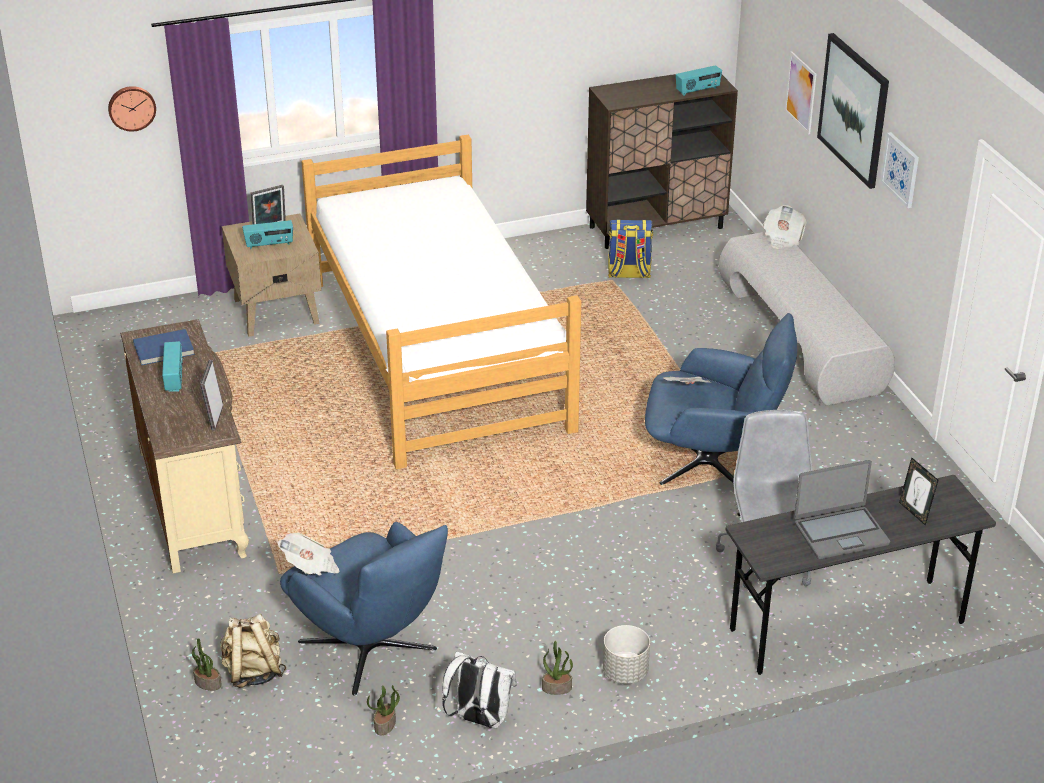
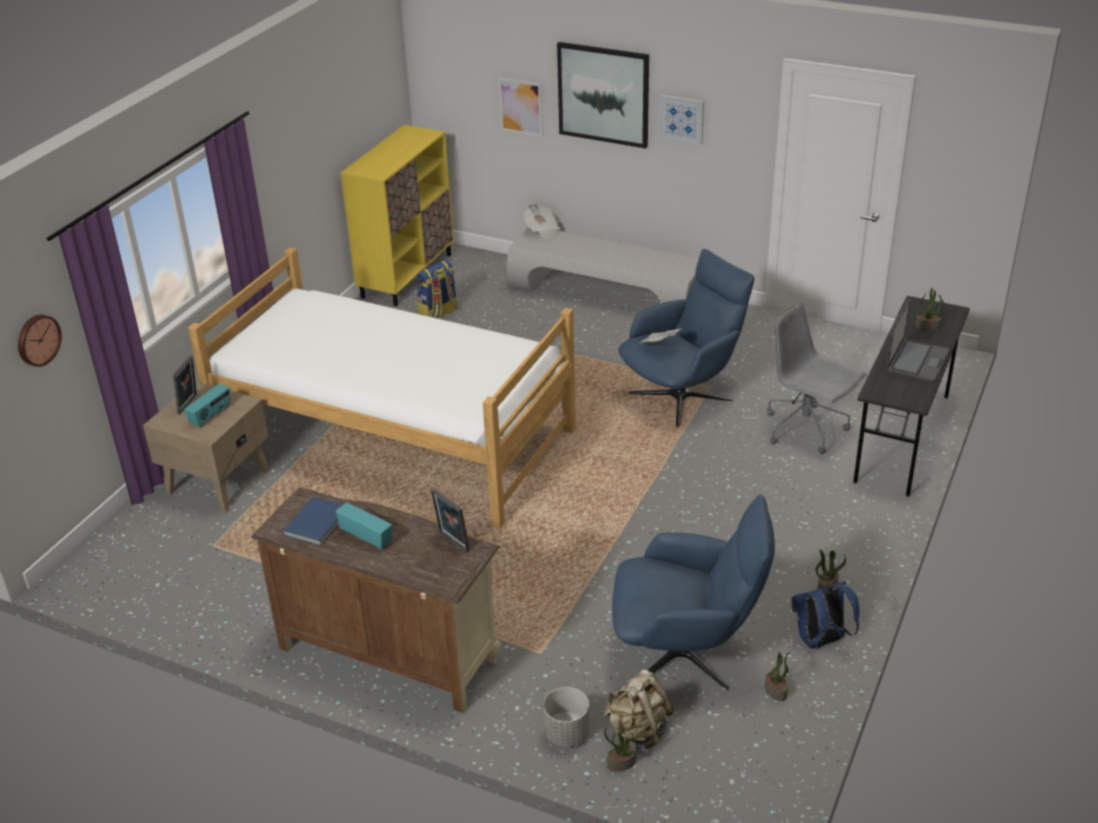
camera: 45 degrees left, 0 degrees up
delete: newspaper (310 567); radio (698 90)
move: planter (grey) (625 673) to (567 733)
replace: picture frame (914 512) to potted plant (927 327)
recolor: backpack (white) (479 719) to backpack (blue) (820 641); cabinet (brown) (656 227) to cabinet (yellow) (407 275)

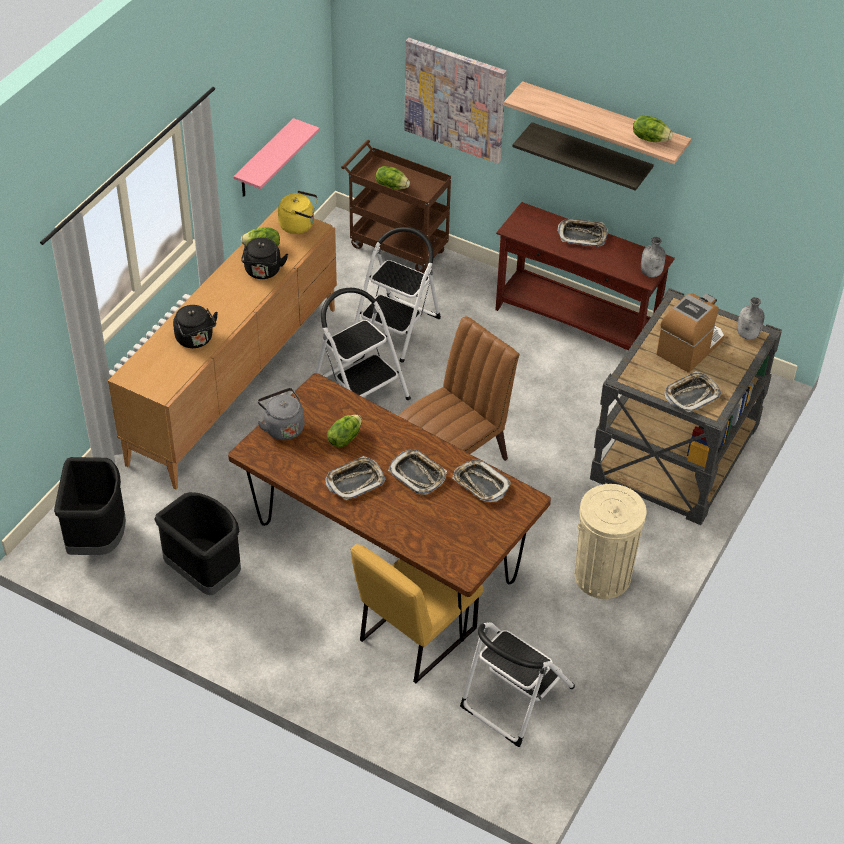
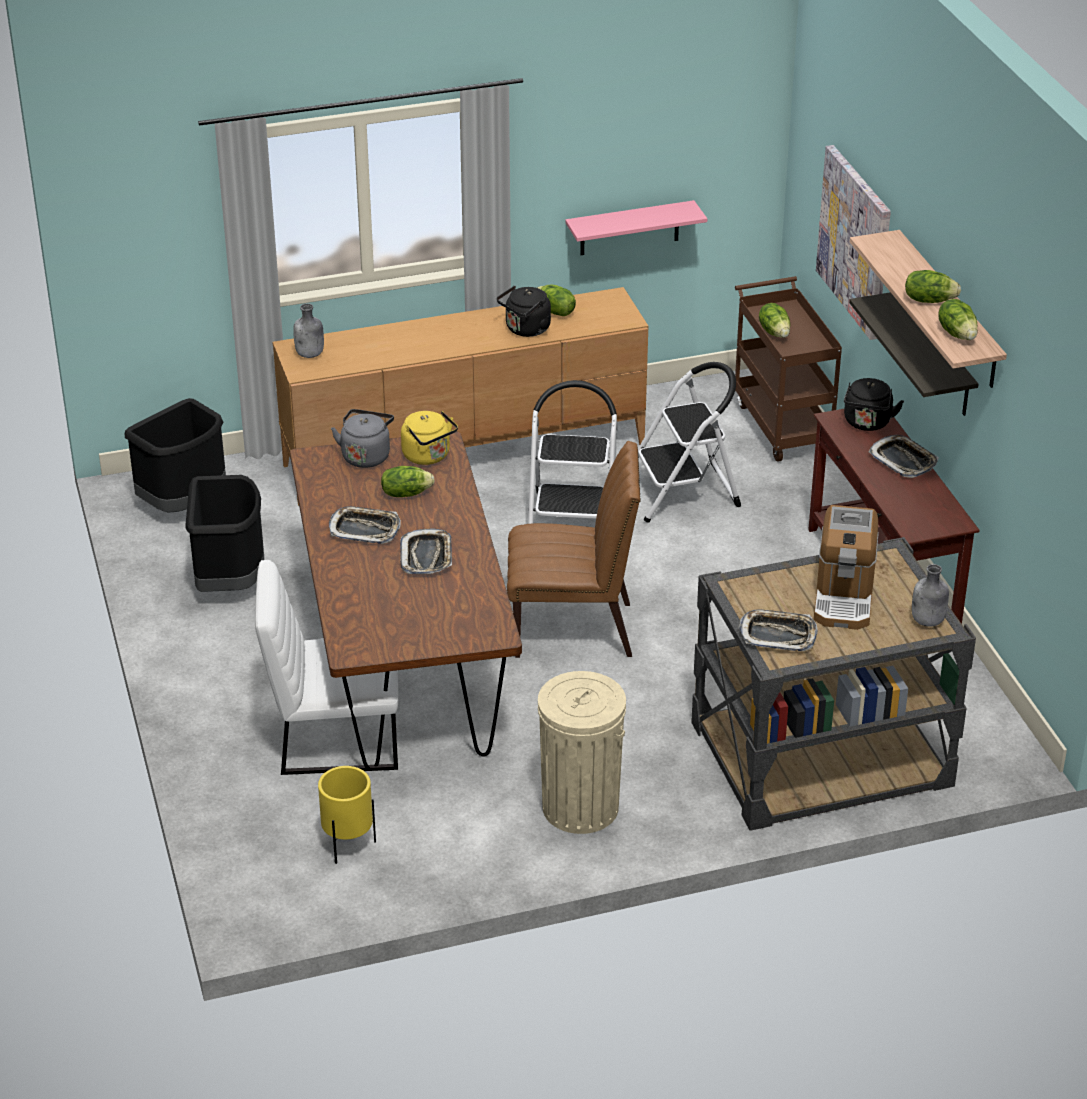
camera: 45 degrees right, 10 degrees down
delete: tray (480 484)
insert: lettuce (929 300)
move: kettle (black) (196 340) to (867 423); kettle (yellow) (299 225) to (428 456); bottle (grey) (651 273) to (310 354)
replace: step ladder (514 699) to planter (yellow) (348 845)
recolor: chair (yellow) (415 636) to chair (white) (335 739)
rotate: coffee machine (690 347) = (844 597) 105 degrees clockwise

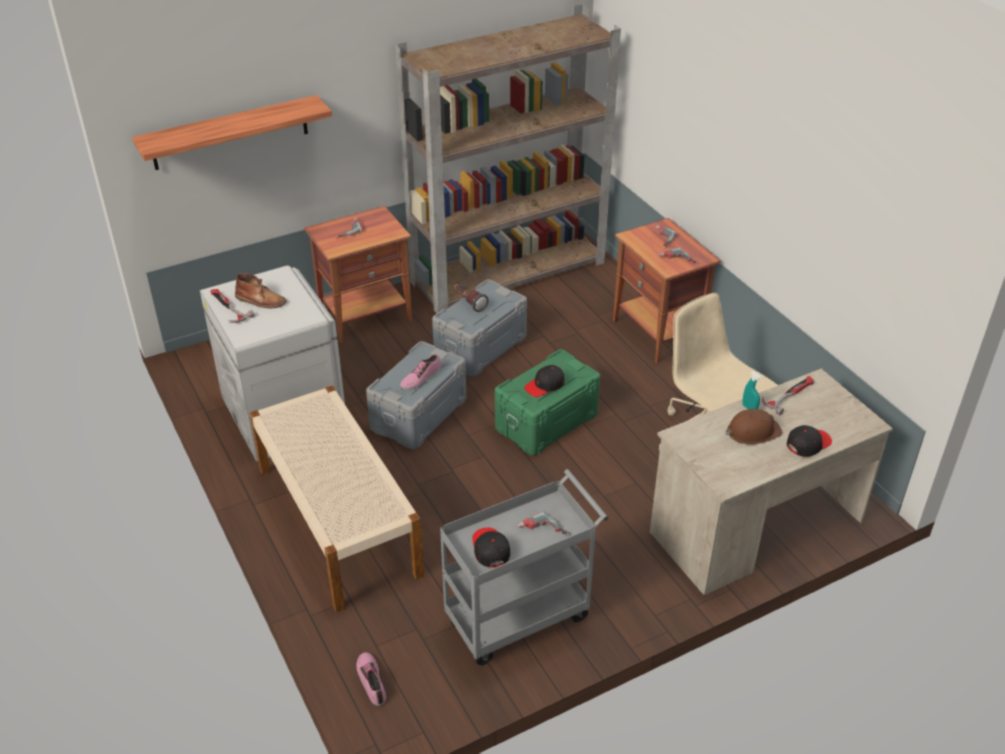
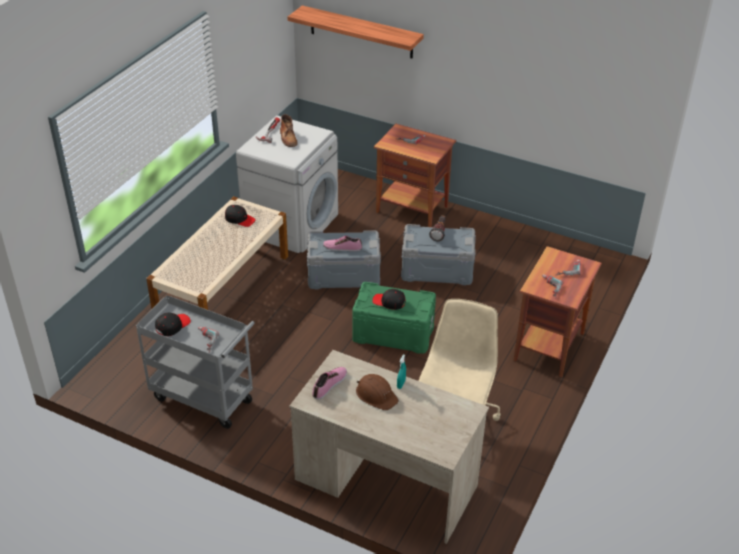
camera: 55 degrees right, 0 degrees up
delete: bookcase (brown) (508 272); hammer (788 395)
move: shoe (372 680) to (330 385); cap (black) (808 444) to (240 219)

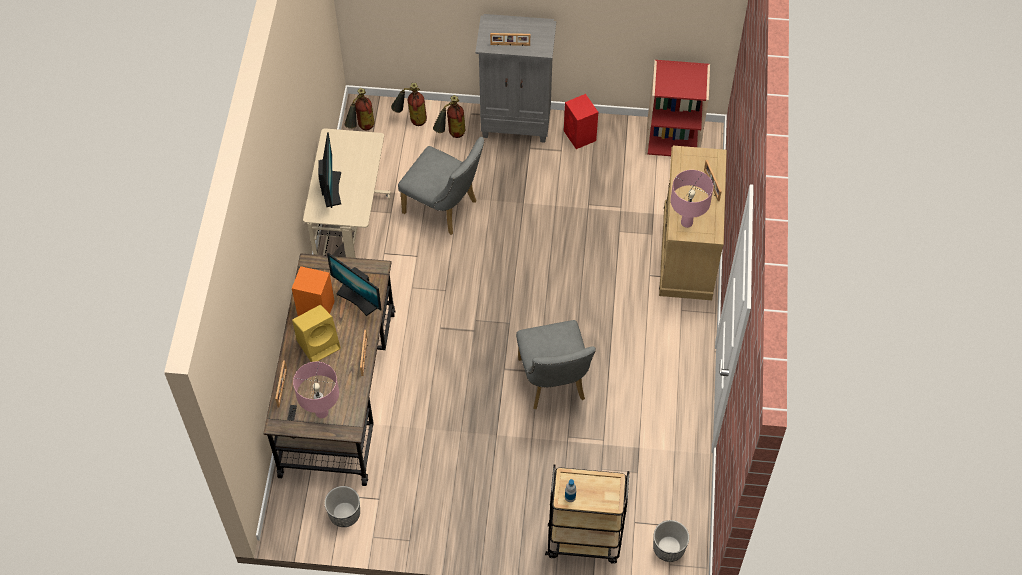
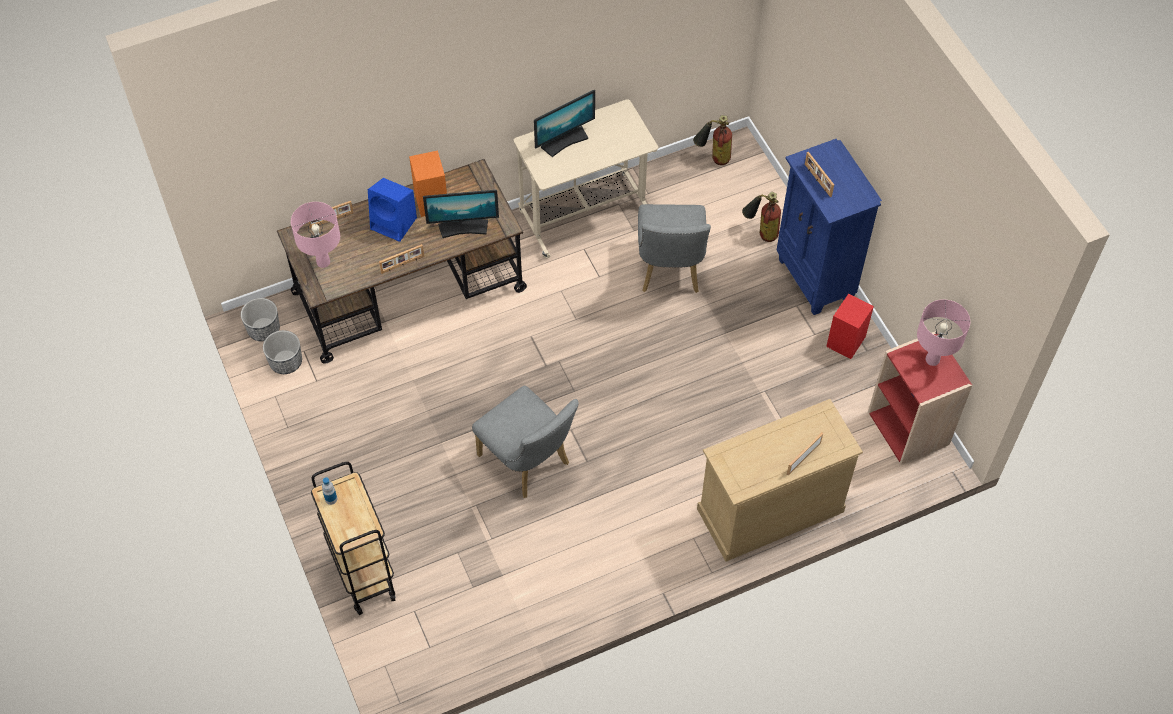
camera: 60 degrees right, 0 degrees up
delete: fire extinguisher (411 120)
move: planter (669 548) to (263 330); table lamp (pink) (686 223) to (932 360)
recolor: speaker (yellow) (319 344) to speaker (blue) (395 223); cabinet (grey) (515 127) to cabinet (blue) (813 281)
rotate: monitor (358 298) = (463 227) 105 degrees counterclockwise; chair (grey) (553 384) = (528 463) 90 degrees counterclockwise

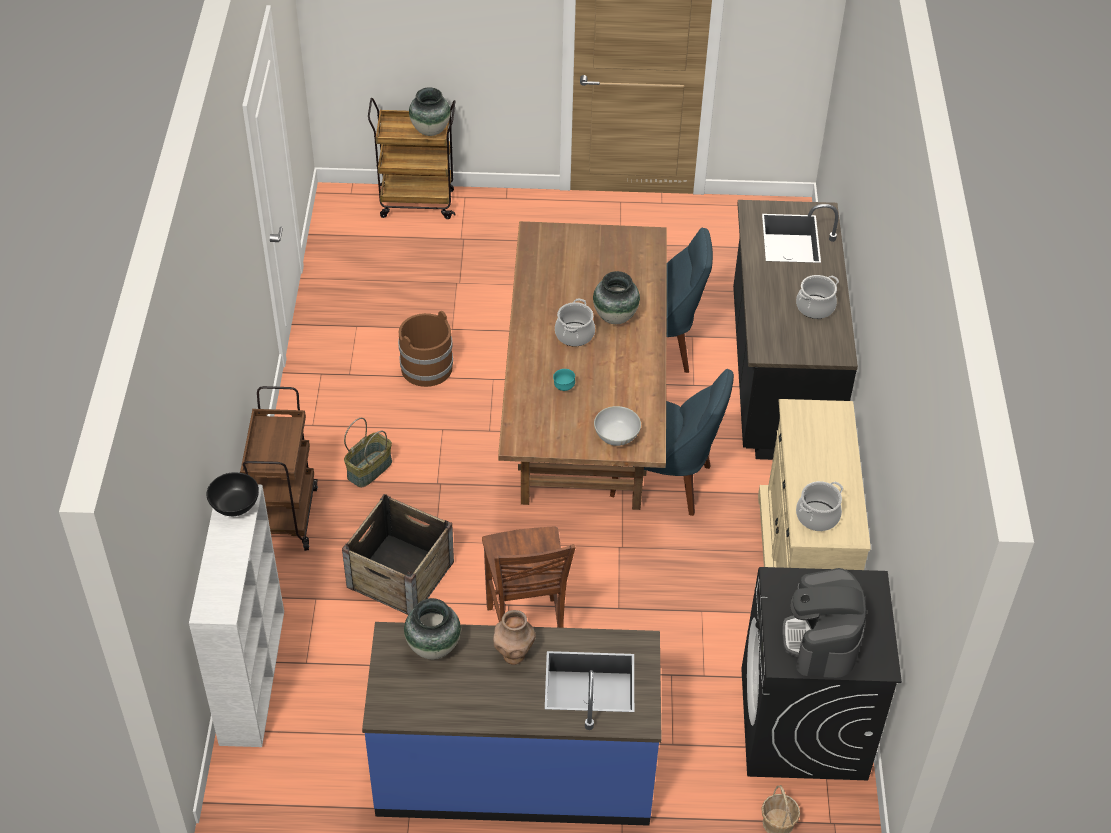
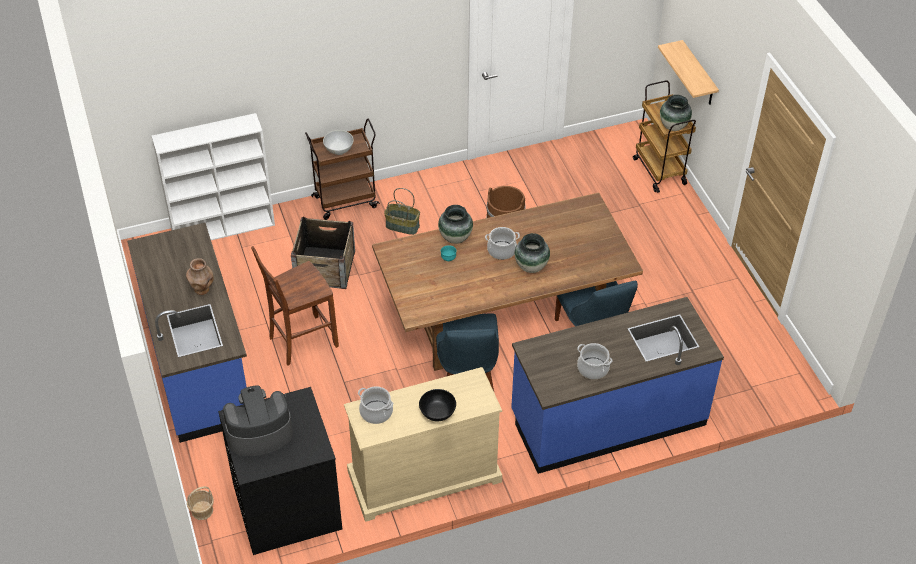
camera: 70 degrees right, 0 degrees up
insert: shelf (698 75)
move: bowl (black) (235 506) to (437 413); vase (433 646) to (455 237); bowl (white) (616 437) to (339 150)
recolor: counter (black) (779 376) to counter (blue) (607 419)

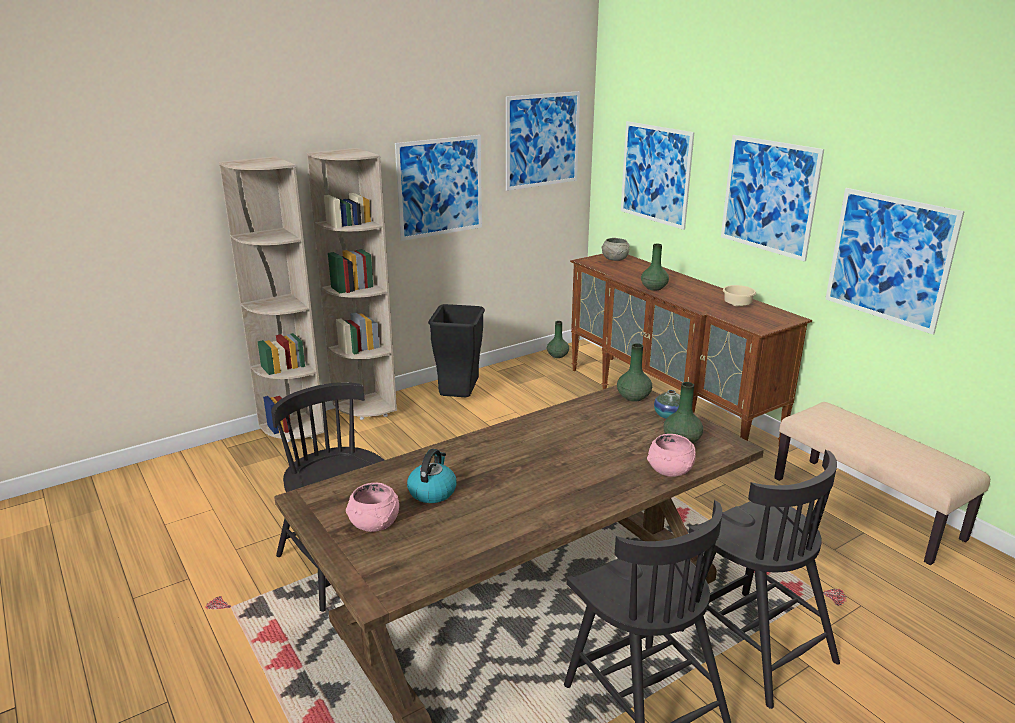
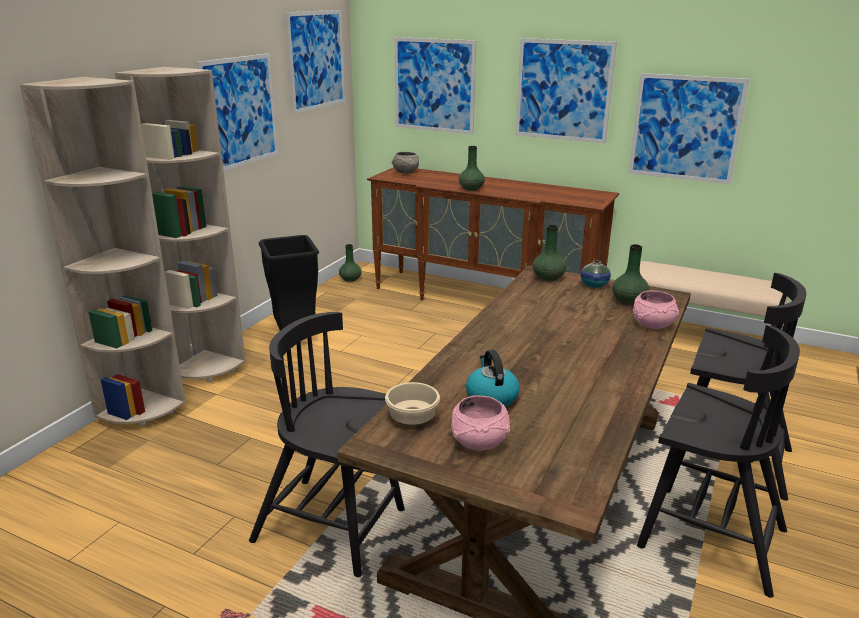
camera: 30 degrees left, 0 degrees up
move: bowl (beige) (736 305) to (410 418)

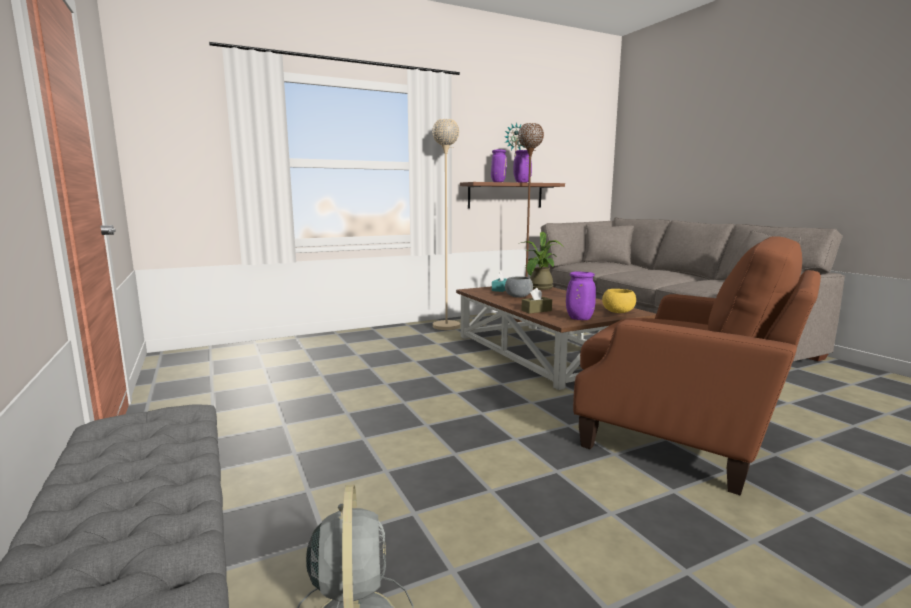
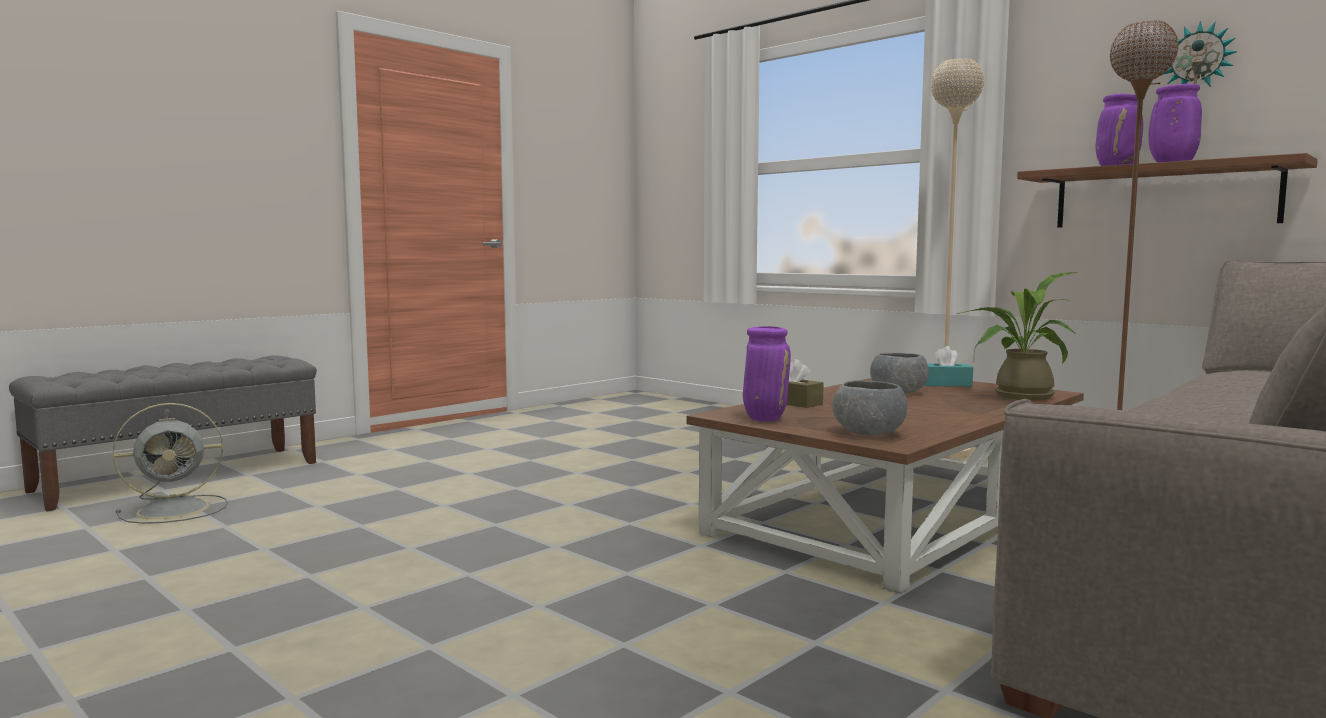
camera: 70 degrees right, 5 degrees down
delete: armchair (brown) (683 437)
recolor: bowl (yellow) (618 312) to bowl (grey) (869 433)

